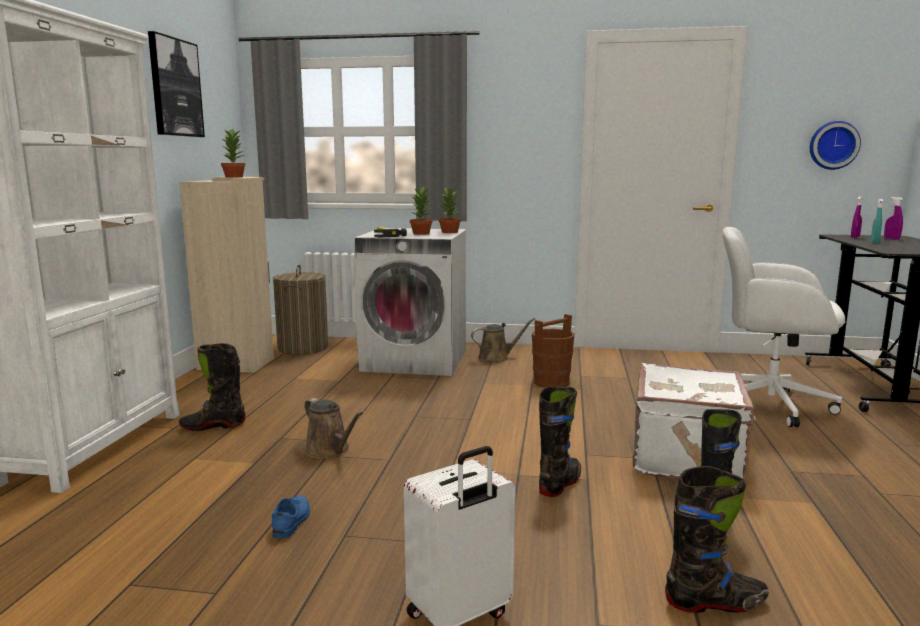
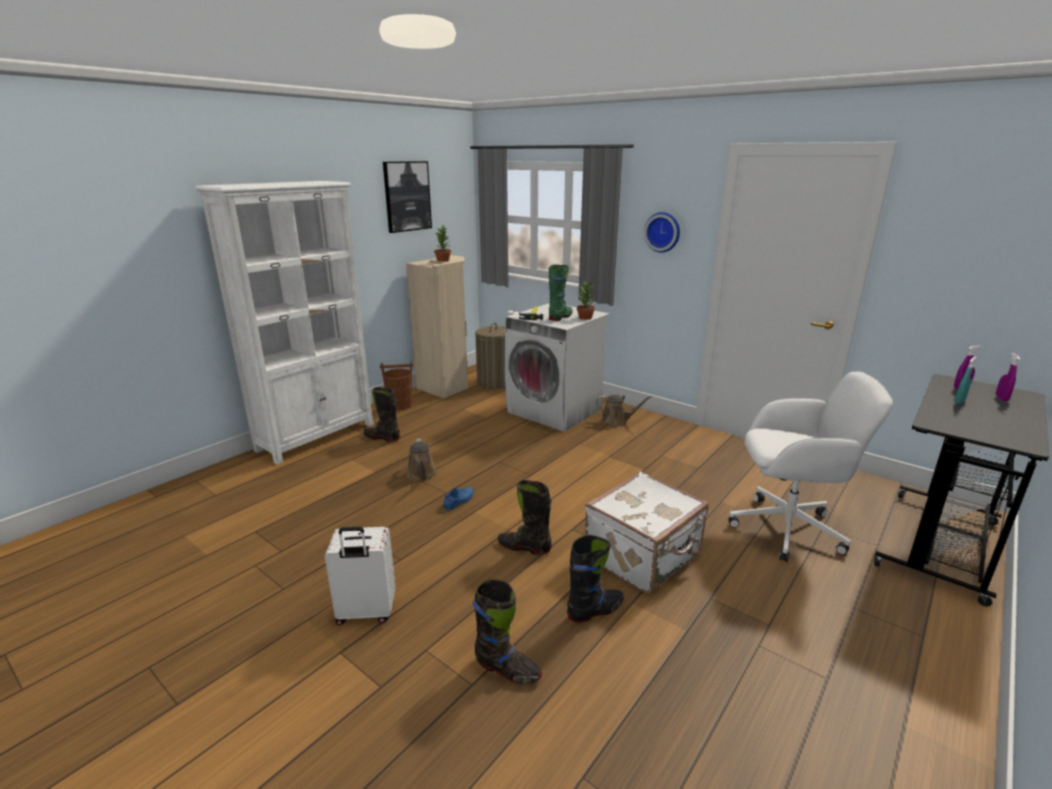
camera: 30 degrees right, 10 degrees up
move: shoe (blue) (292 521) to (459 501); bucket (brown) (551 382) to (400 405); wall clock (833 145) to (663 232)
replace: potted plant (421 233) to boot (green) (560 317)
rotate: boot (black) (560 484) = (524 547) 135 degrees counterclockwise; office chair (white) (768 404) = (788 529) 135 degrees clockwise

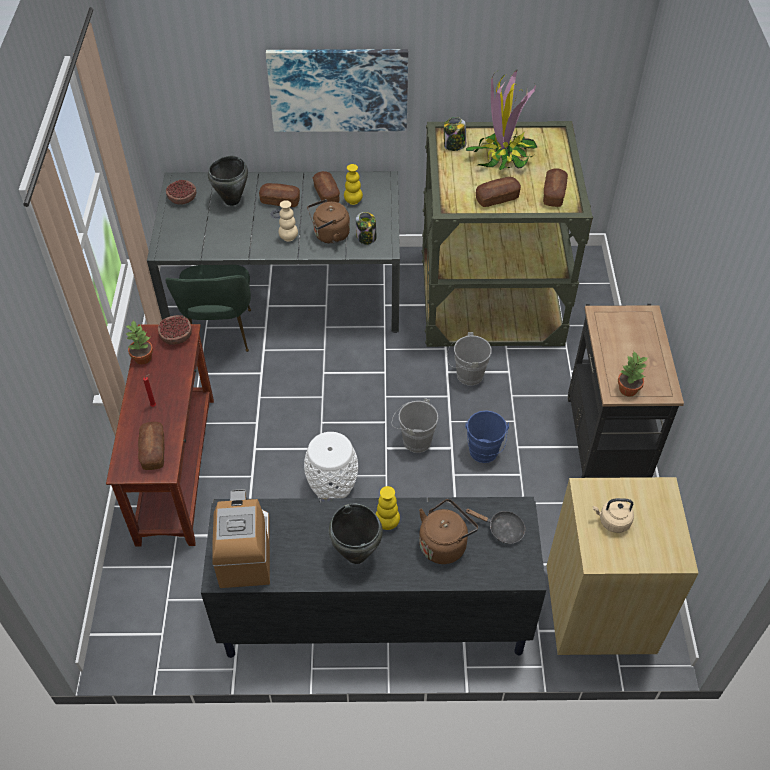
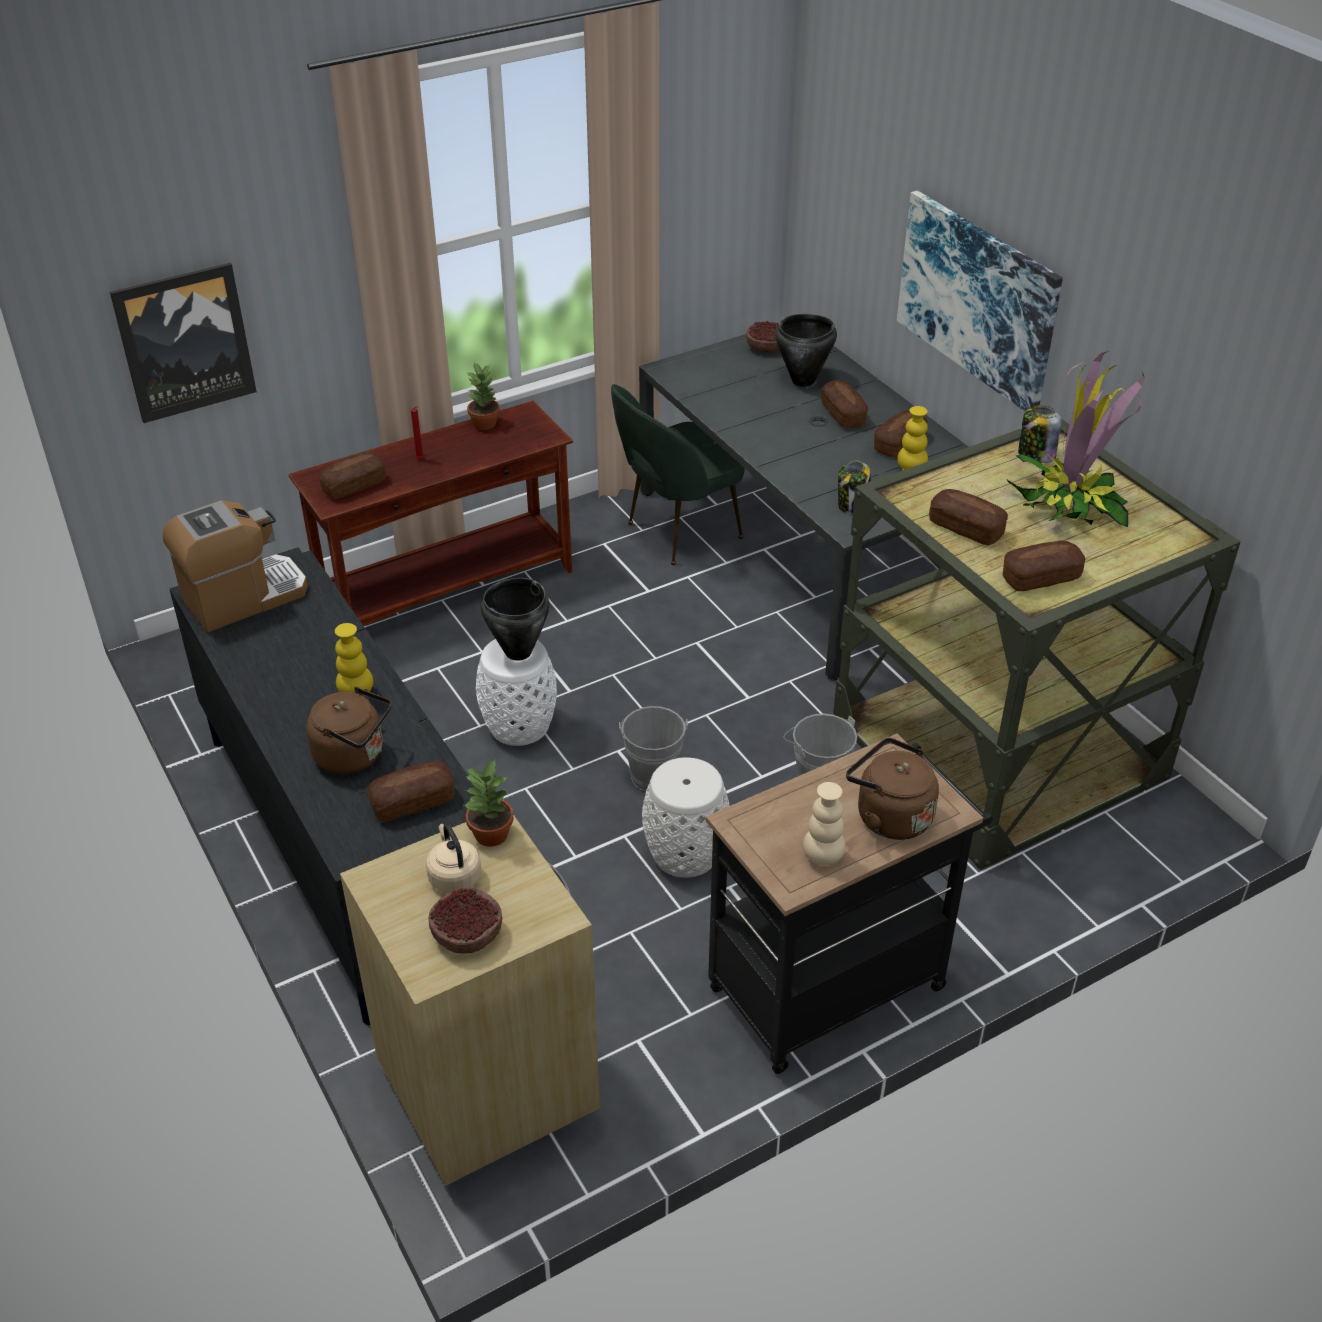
camera: 60 degrees right, 10 degrees down
insert: picture (185 342)
move: bowl (176 336) to (467 934); vase (beige) (288 237) to (822 857); kettle (brown) (329 235) to (889 816); cooking pot (black) (356 555) to (517 652); potted plant (628 390) to (490 834)
replace: bucket (blue) (483 454) to stool (white) (685 854); frying pan (black) (502 529) to bread (413 802)

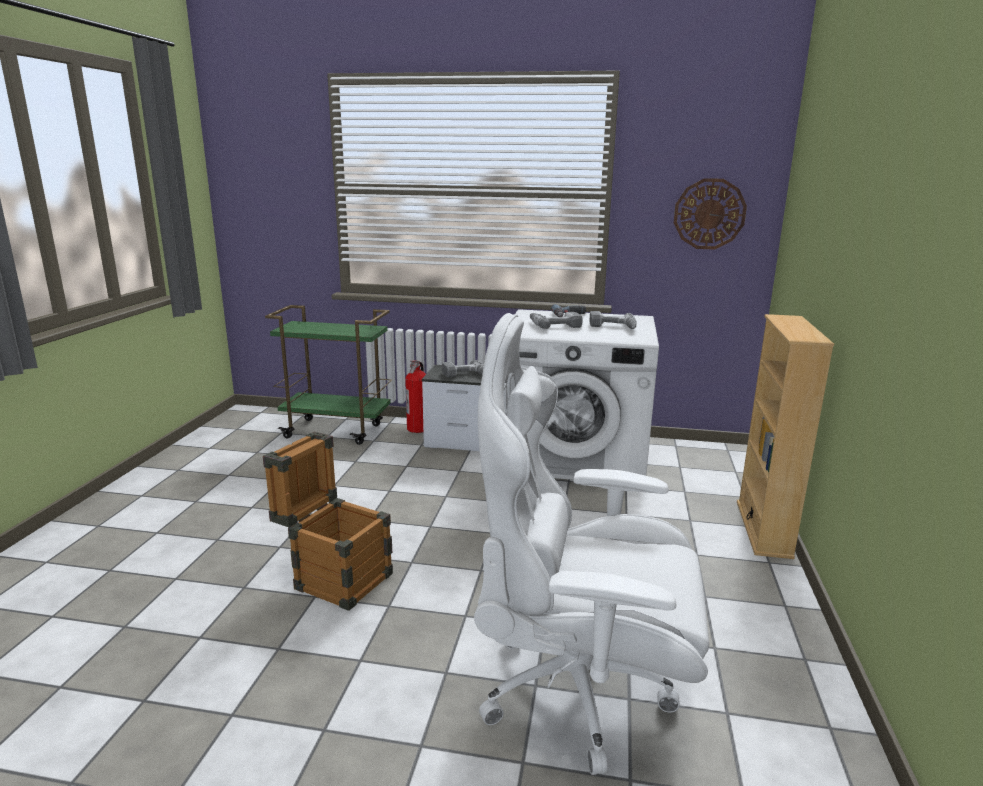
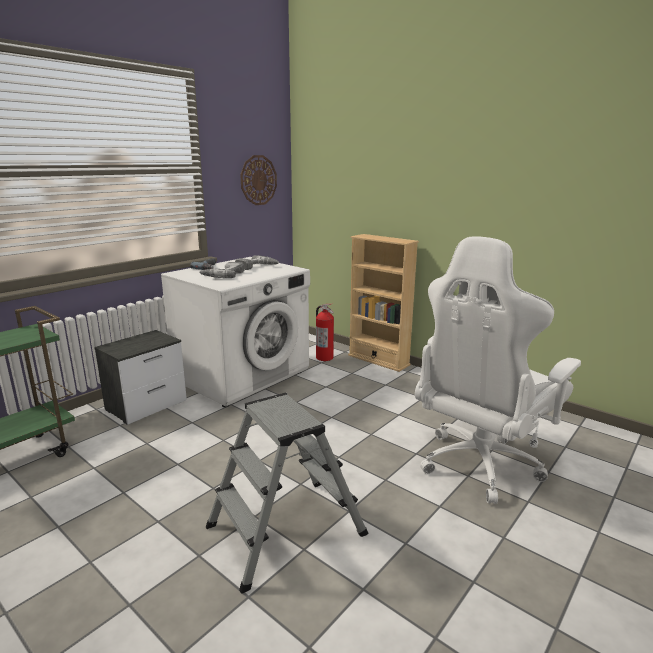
camera: 60 degrees left, 0 degrees up
delete: power drill (466 375)
move: fire extinguisher (418 428) to (324 357)
replace: crate (335 577) to step ladder (grey) (286 530)

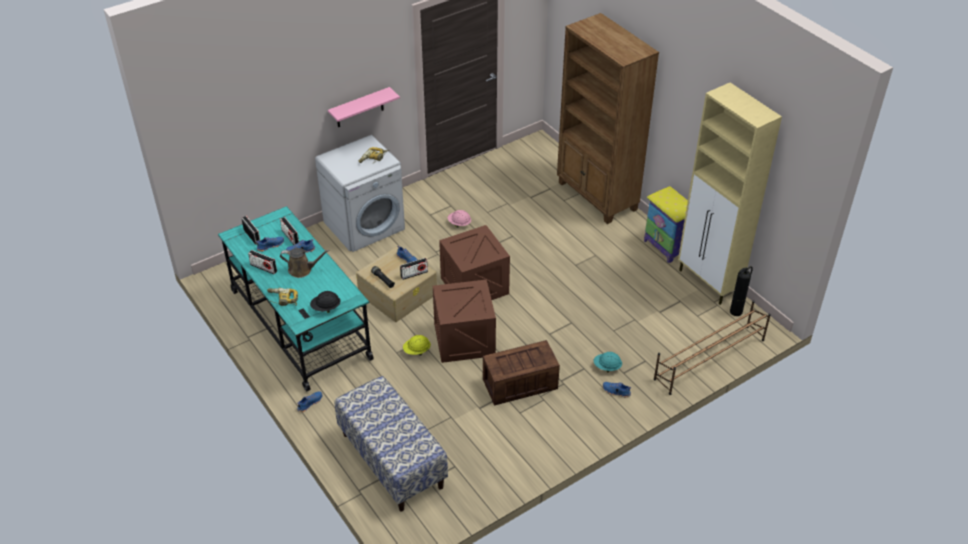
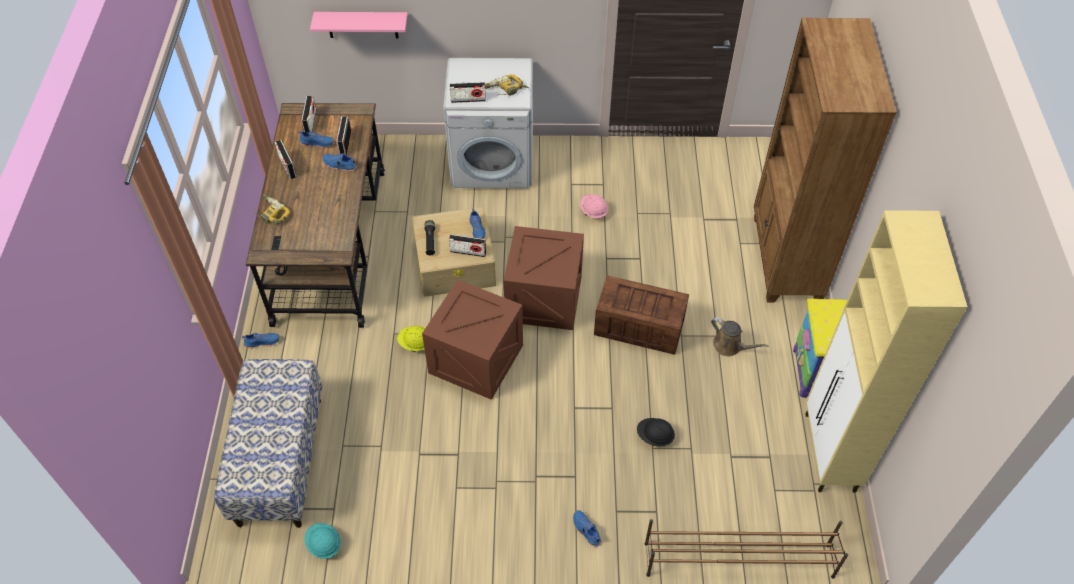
camera: 35 degrees right, 10 degrees up
delete: fire extinguisher (736 311)
insert: radio (468 99)
move: watering can (brown) (302 270) to (730 346); hard hat (black) (326 308) to (654 437); shelf (pink) (359 108) to (362 24); crate (519 384) to (637 327); hard hat (turquoise) (607 367) to (324 545)
recolor: desk (turquoise) (300 324) to desk (brown) (330 245)

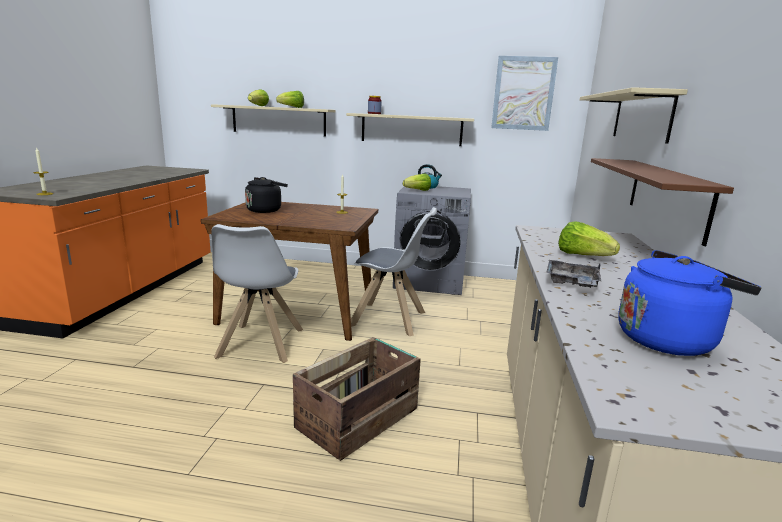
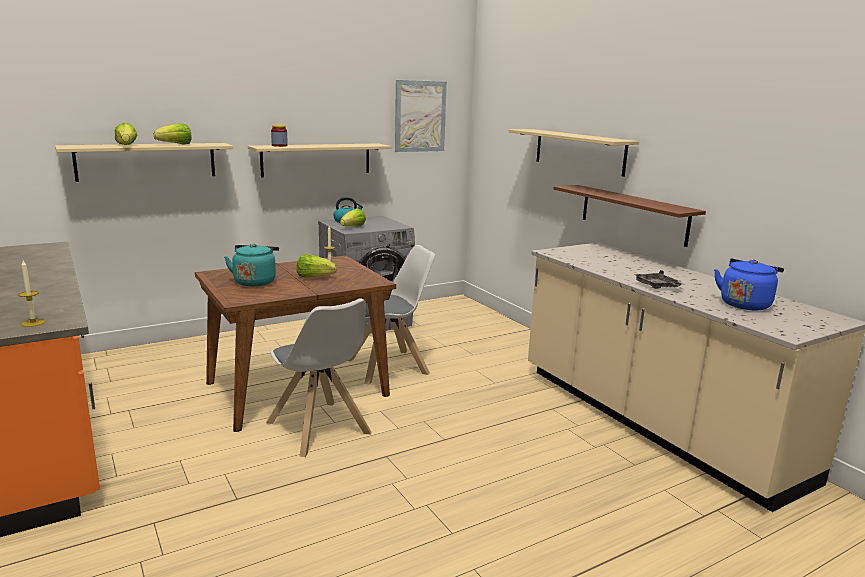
camera: 40 degrees left, 0 degrees up
delete: crate (359 418)
move: lettuce (583 256) to (314 277)
recolor: kettle (black) (266 210) to kettle (turquoise) (255 281)

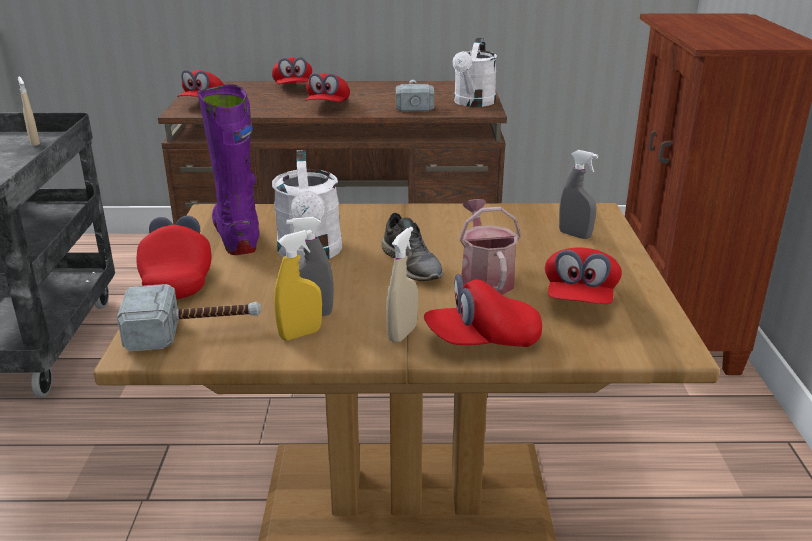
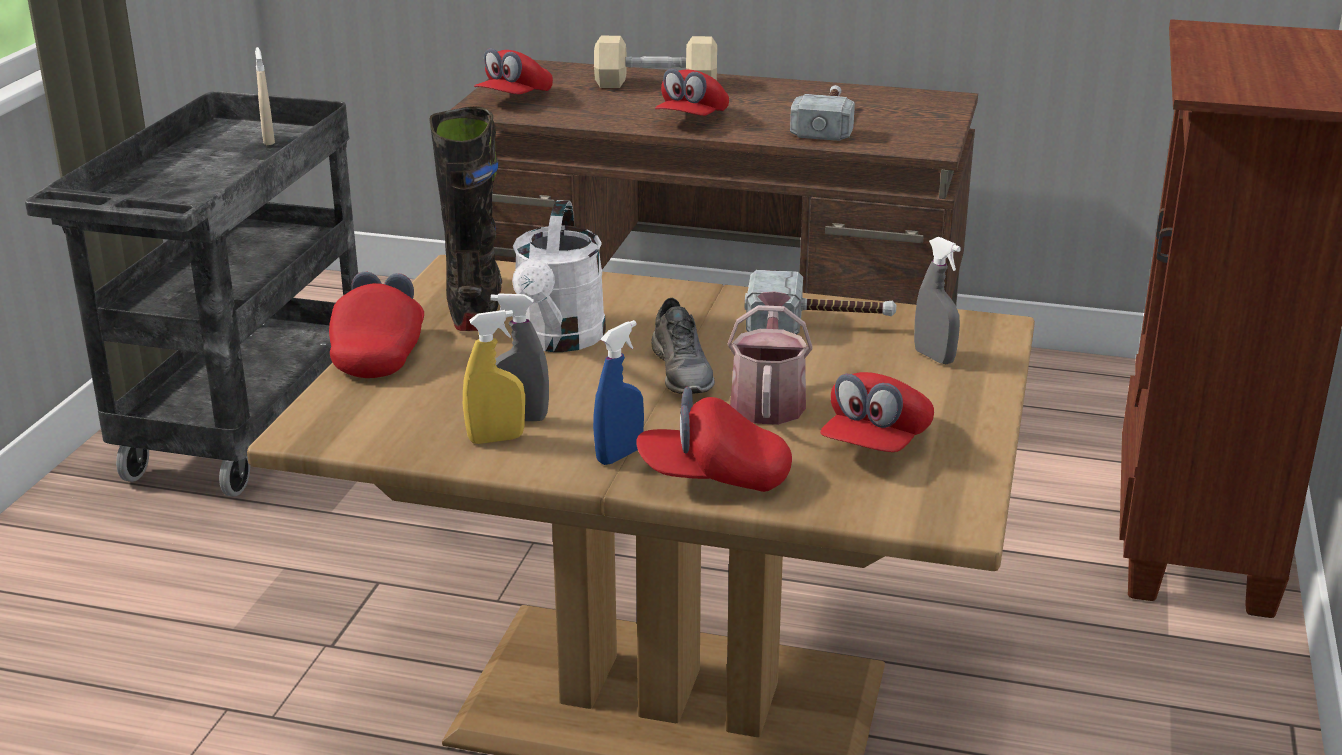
camera: 15 degrees right, 0 degrees up
delete: watering can (white) (473 103)
move: hammer (194 331) to (819 326)
replace: cap (red) (293 89) to dumbbell (beige) (656 84)
recolor: boot (purple) (237 236) to boot (black) (475 306); spray bottle (beige) (402 334) to spray bottle (blue) (619 455)

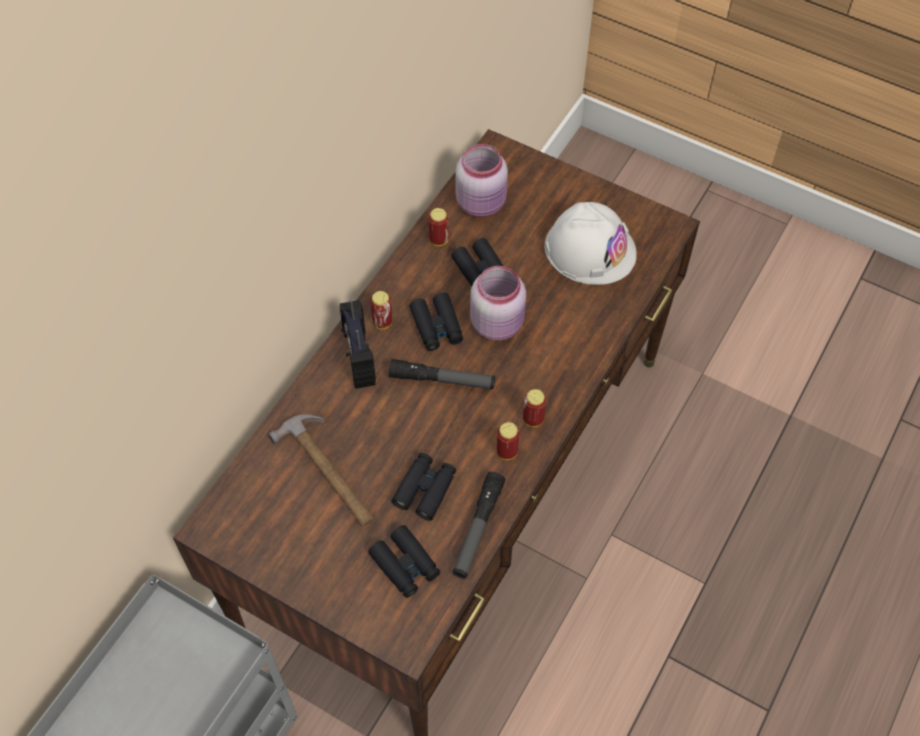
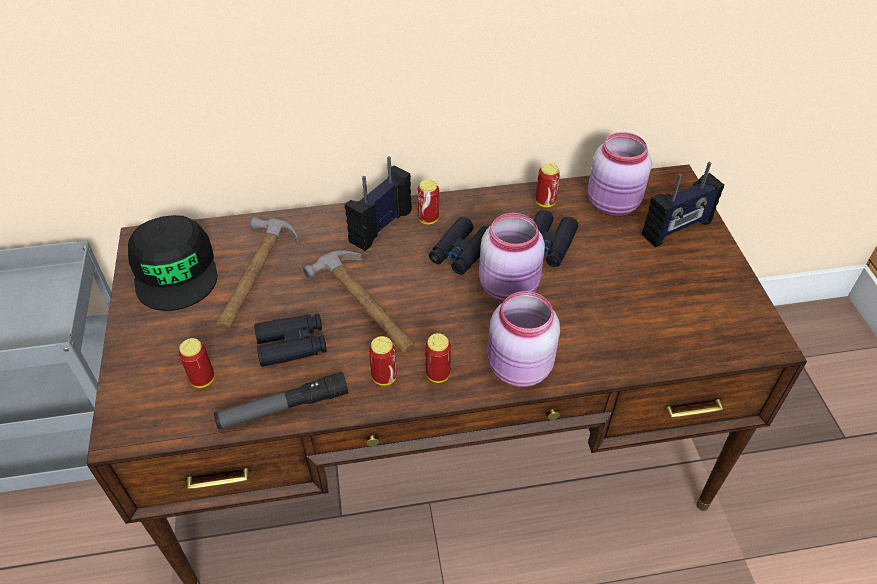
camera: 50 degrees right, 10 degrees down
delete: flashlight (442 380); hard hat (white) (590 249)
insert: cap (black) (175 270); hammer (366 304); jar (pink) (518 369); radio (677 229)
replace: binoculars (black) (405 565) to can (202 379)

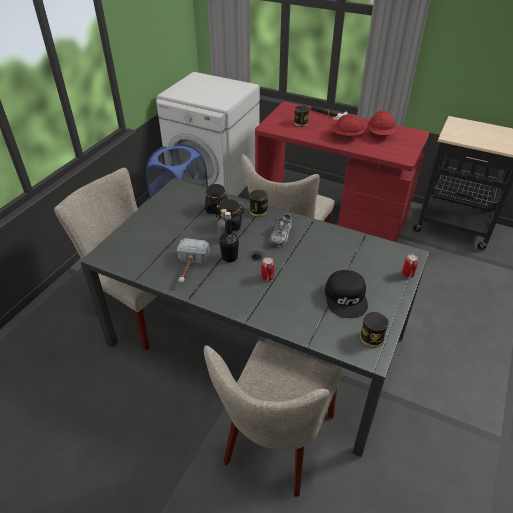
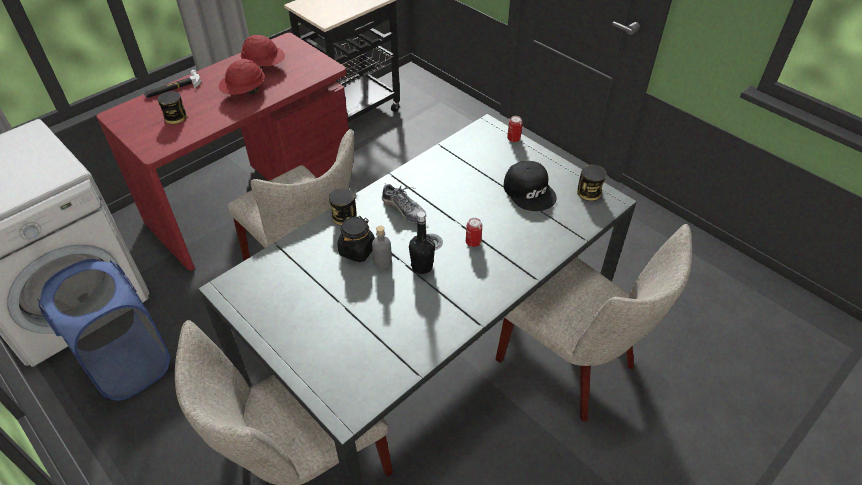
camera: 70 degrees left, 5 degrees up
delete: hammer (189 268); jar (black) (216 209)
rotate: cap (black) (346 298) = (530 191) 45 degrees clockwise

